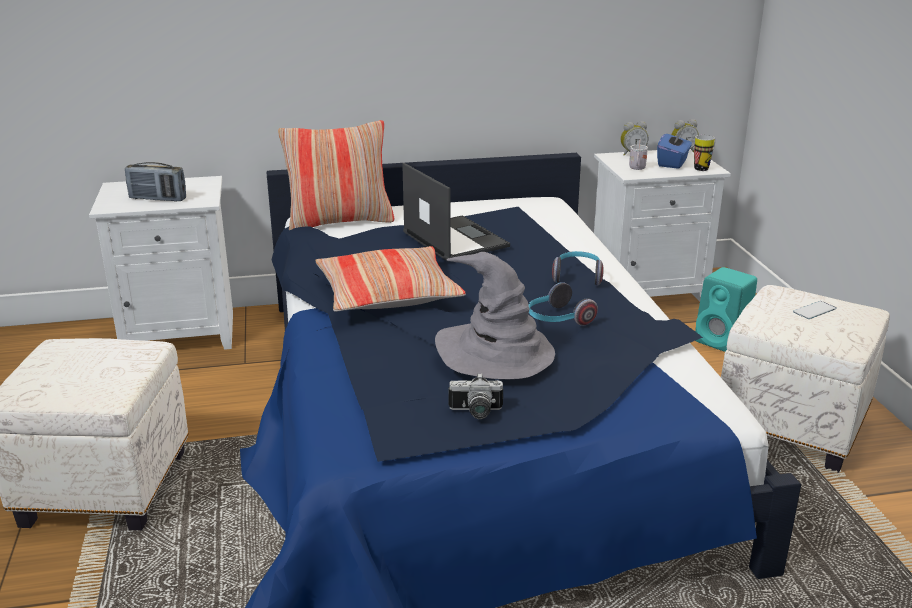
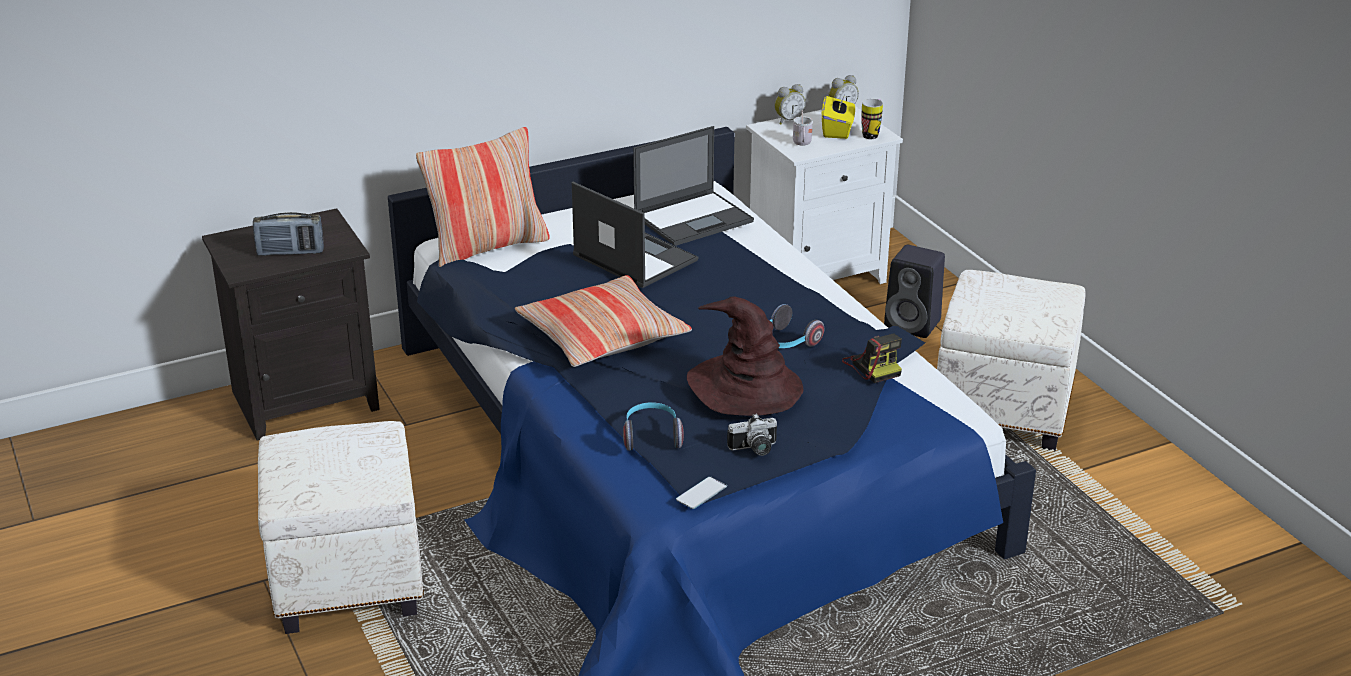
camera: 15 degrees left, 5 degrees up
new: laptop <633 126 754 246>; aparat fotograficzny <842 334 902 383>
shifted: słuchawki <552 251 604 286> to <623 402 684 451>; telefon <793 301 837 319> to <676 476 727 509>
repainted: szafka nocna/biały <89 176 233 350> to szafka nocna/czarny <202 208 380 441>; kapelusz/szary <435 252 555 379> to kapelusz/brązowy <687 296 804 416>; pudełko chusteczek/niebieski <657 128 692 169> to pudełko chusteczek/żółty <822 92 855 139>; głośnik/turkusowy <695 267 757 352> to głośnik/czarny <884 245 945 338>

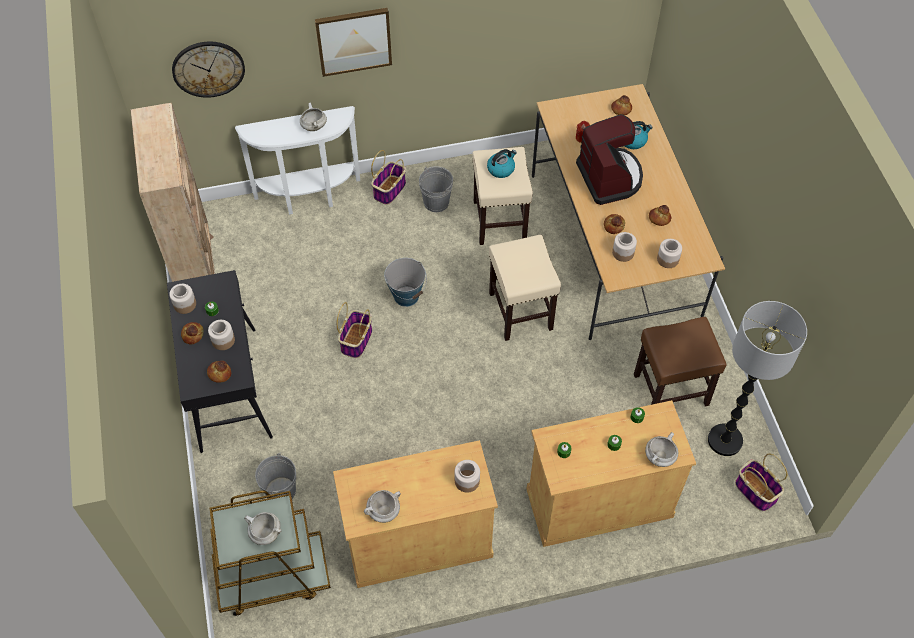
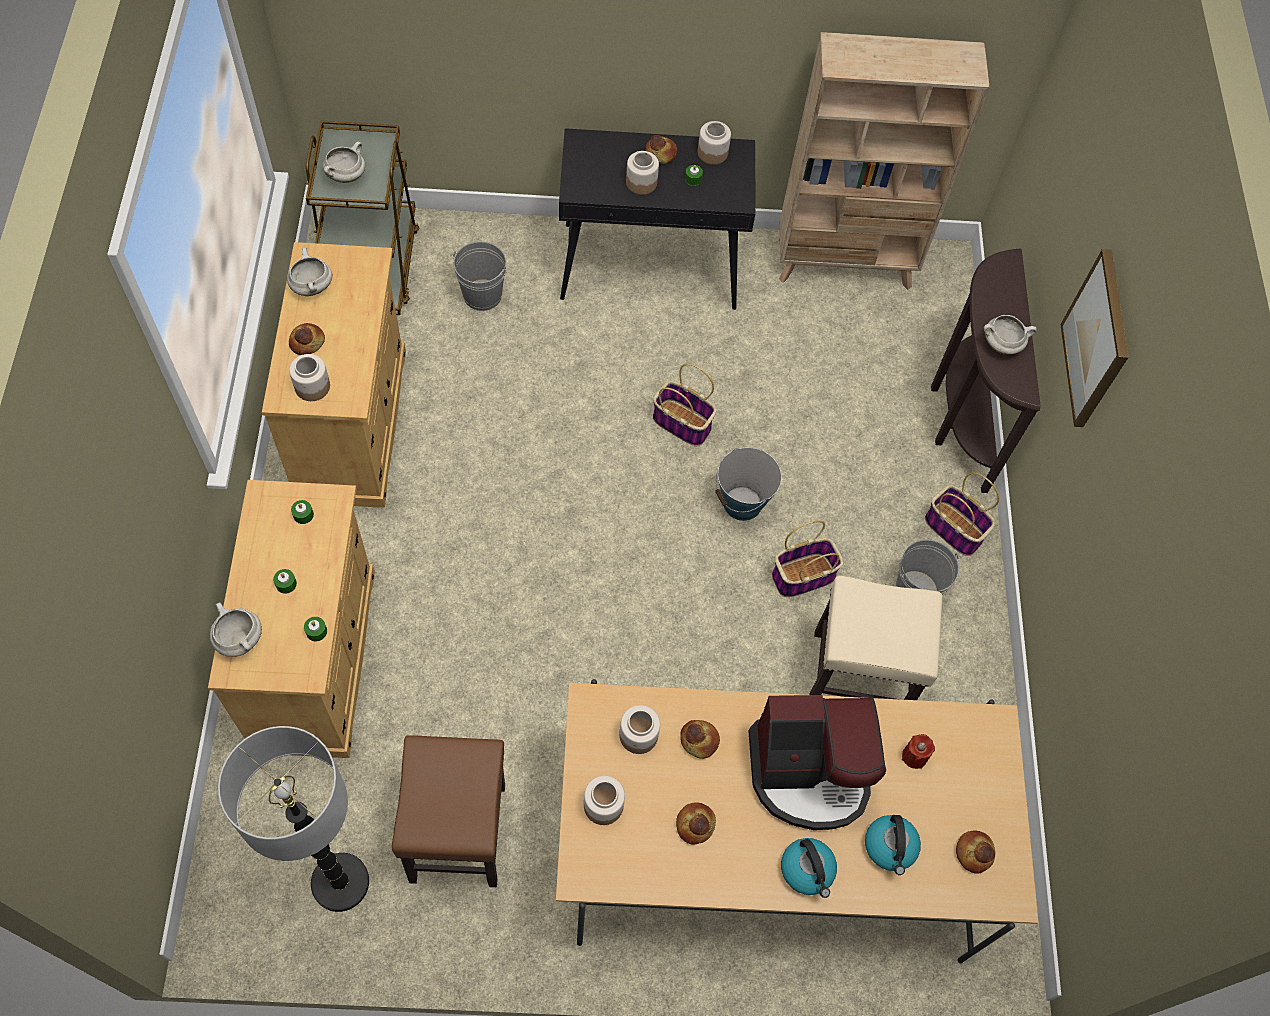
camera: 100 degrees right, 5 degrees up
gone: zegar ścienny <172 42 245 98>; stołek/beżowy <489 235 561 341>
shifted: chleb <207 361 231 383> to <289 323 325 355>; czajnik <487 149 517 178> to <781 838 837 898>; koszyk <735 454 787 511> to <772 520 844 597>
repainted: stolik konsolowy/biały <235 106 360 215> to stolik konsolowy/brązowy <931 249 1041 493>

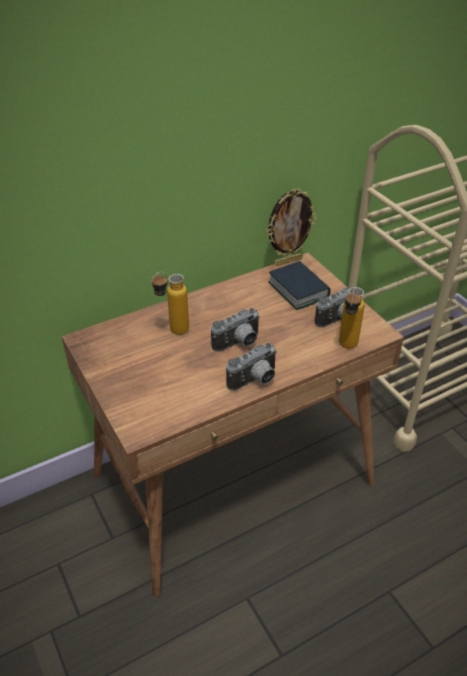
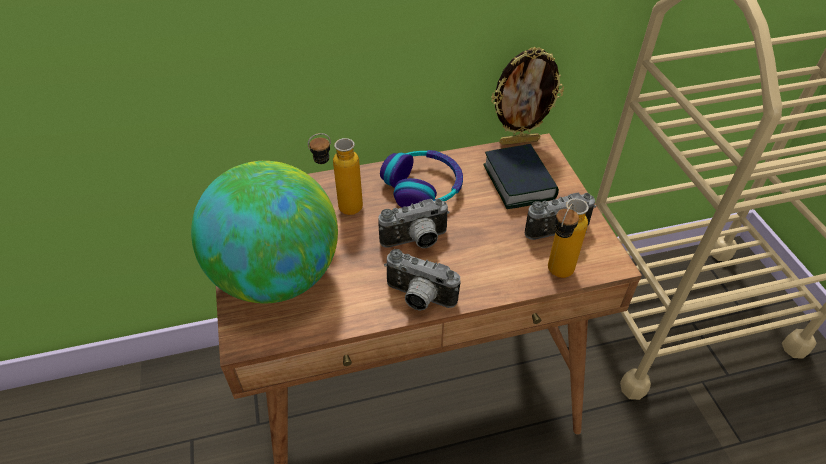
camera: 15 degrees right, 5 degrees up
new: globus <191 161 338 303>; słuchawki <380 150 463 208>
rotated: aparat fotograficzny <226 343 277 391> = <384 249 461 311> 45 degrees clockwise

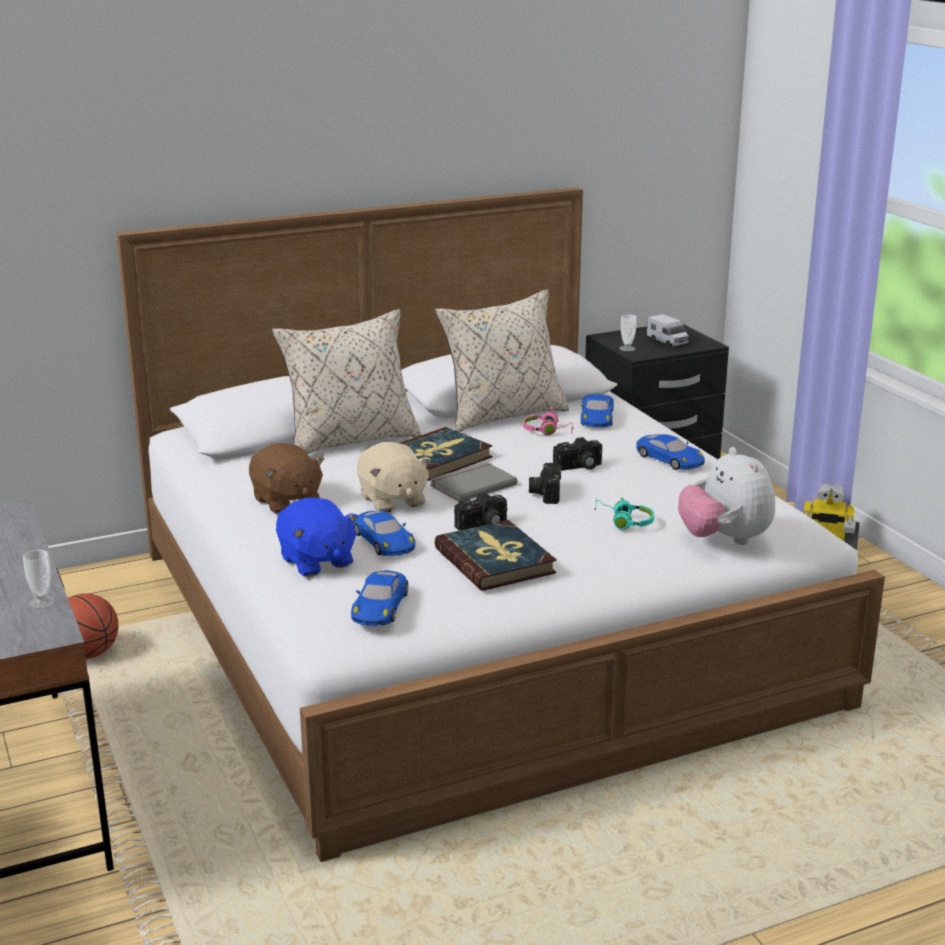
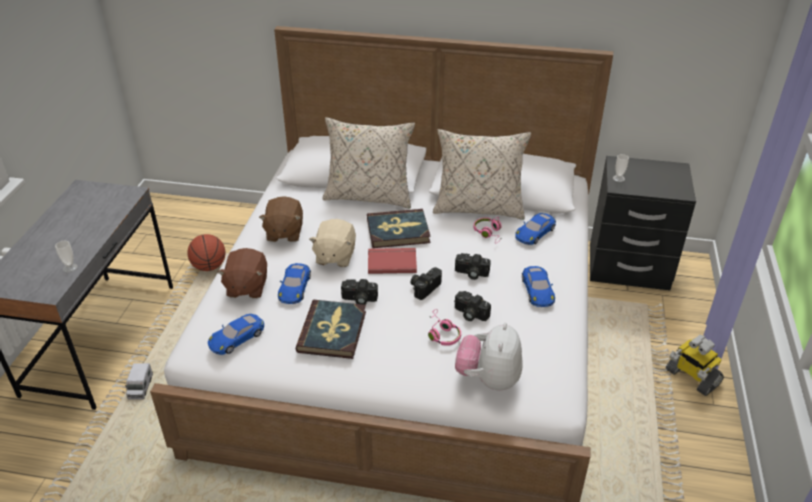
camera: 35 degrees right, 15 degrees up
new: aparat fotograficzny <454 291 491 321>
shifted: ciężarówka zabawkowa <647 314 689 346> to <125 363 153 399>
repainted: pluszak/niebieski <276 497 358 577> to pluszak/brązowy <217 248 267 298>; książka/szary <430 462 517 502> to książka/czerwony <368 248 417 274>; słuchawki/turkusowy <595 497 654 529> to słuchawki/różowy <428 309 461 346>

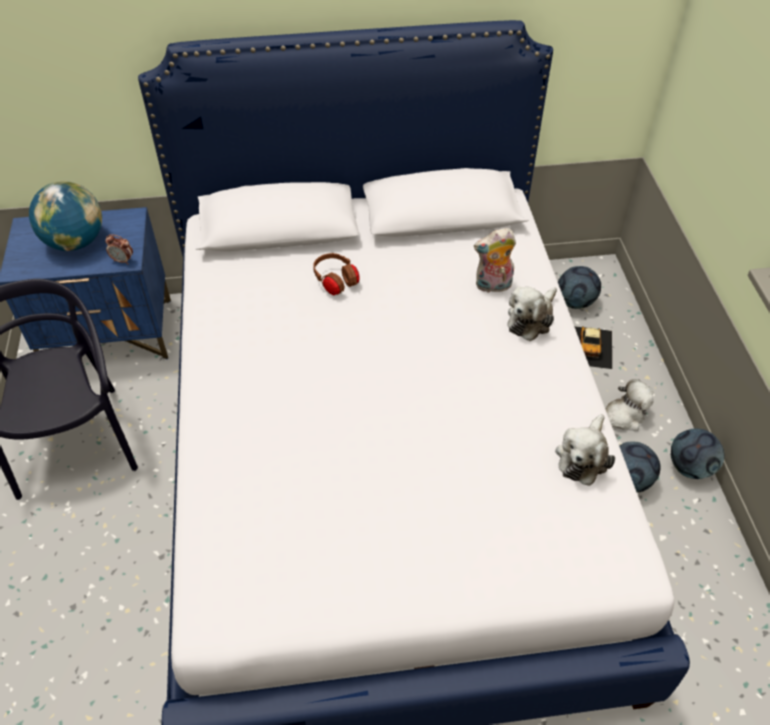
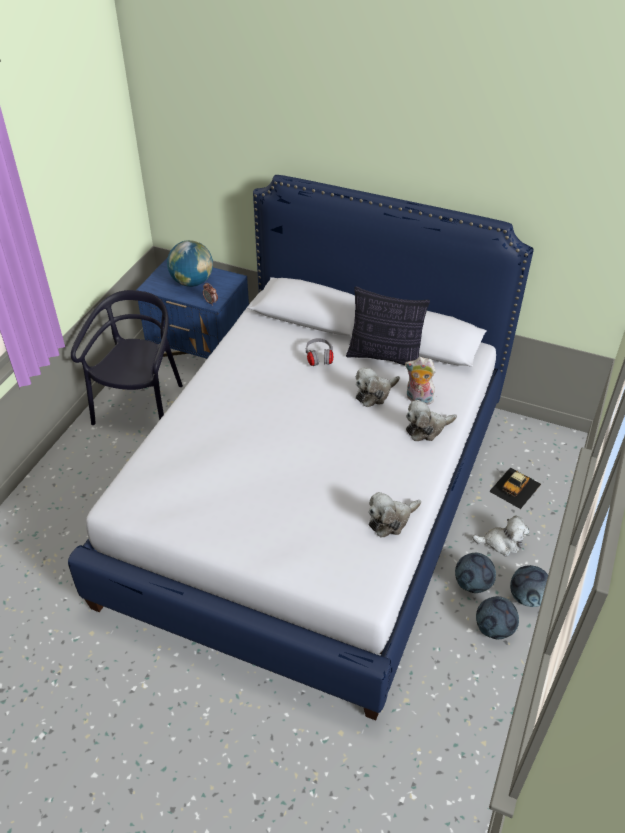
camera: 30 degrees right, 5 degrees down
new: poduszka <346 286 430 365>; pluszak <356 367 400 407>
shifted: piłka futbolowa <558 266 601 309> to <476 596 519 639>
repainted: słuchawki/brązowy <313 253 360 295> to słuchawki/szary <306 338 333 366>

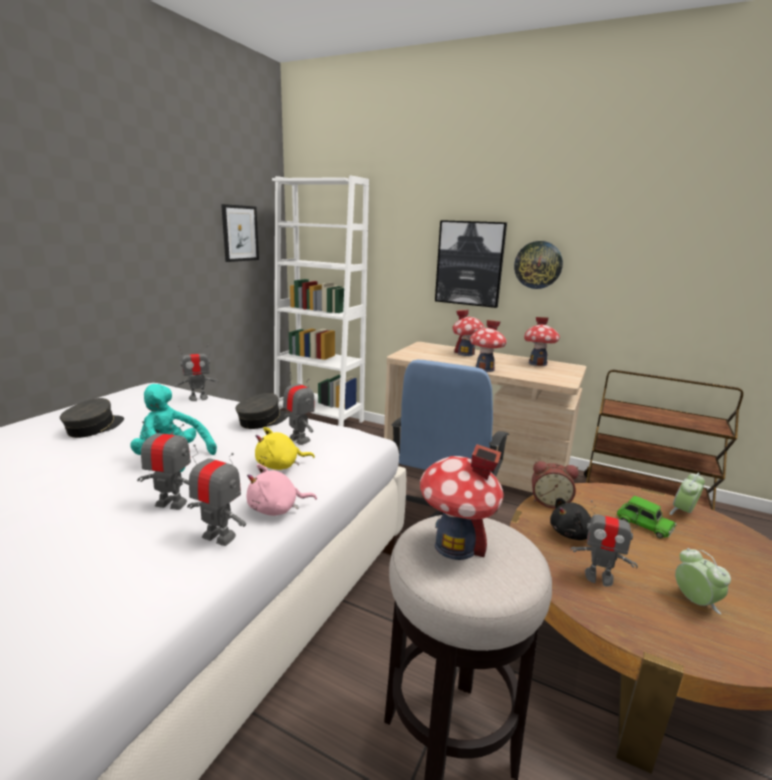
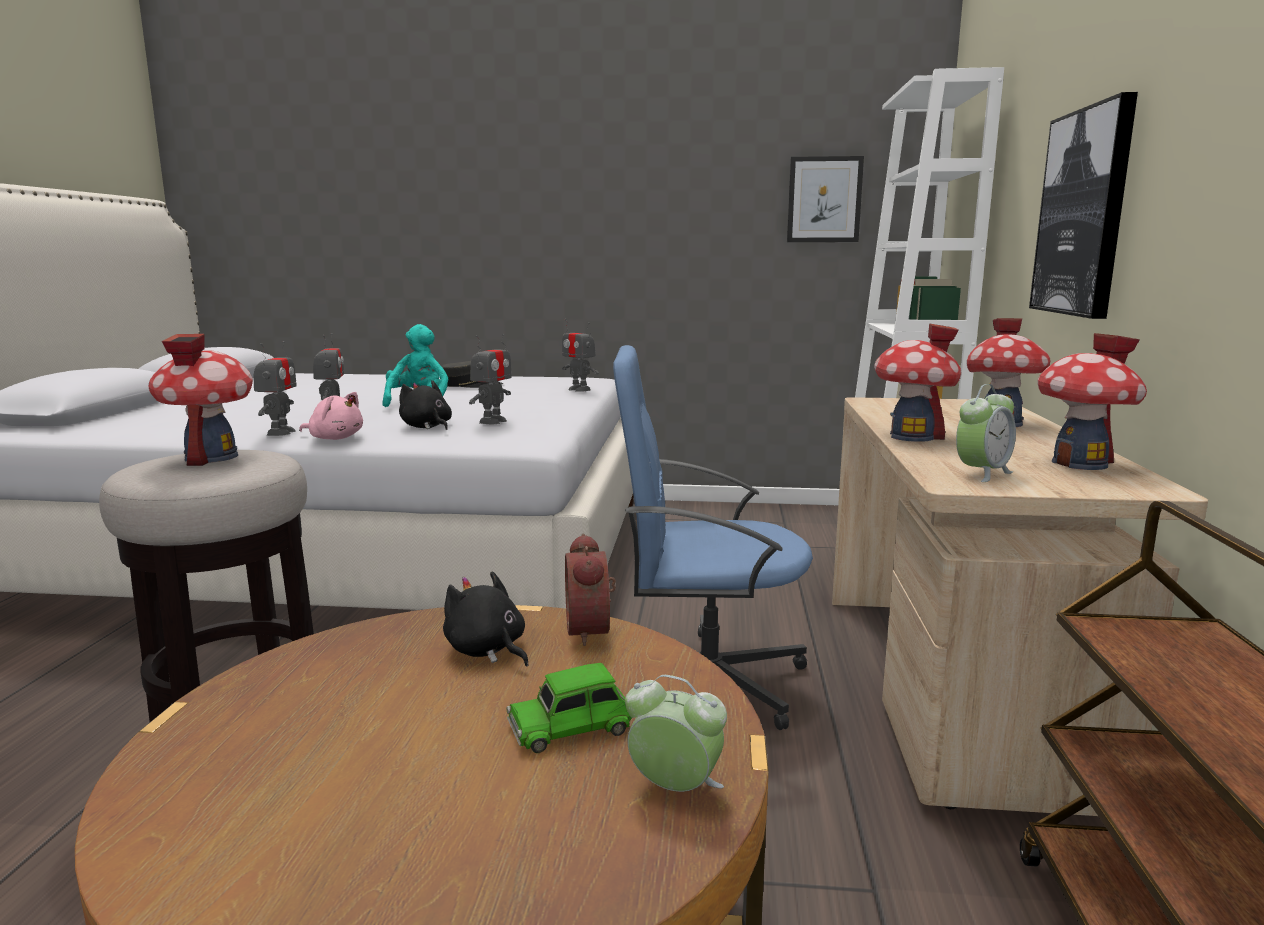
camera: 70 degrees right, 5 degrees down
gone: czapka z daszkiem/szary <236 393 288 429>; zegar ścienny <514 241 563 289>; robot zabawkowy <571 500 639 587>
shifted: budzik <675 548 731 614> to <956 384 1016 482>
repainted: pluszak/żółty <255 427 315 470> to pluszak/czarny <399 380 452 430>
rotated: pluszak/różowy <247 464 317 516> = <299 392 363 440> 150 degrees clockwise; samochodzik/zielony <617 496 677 539> = <506 663 632 753> 45 degrees clockwise

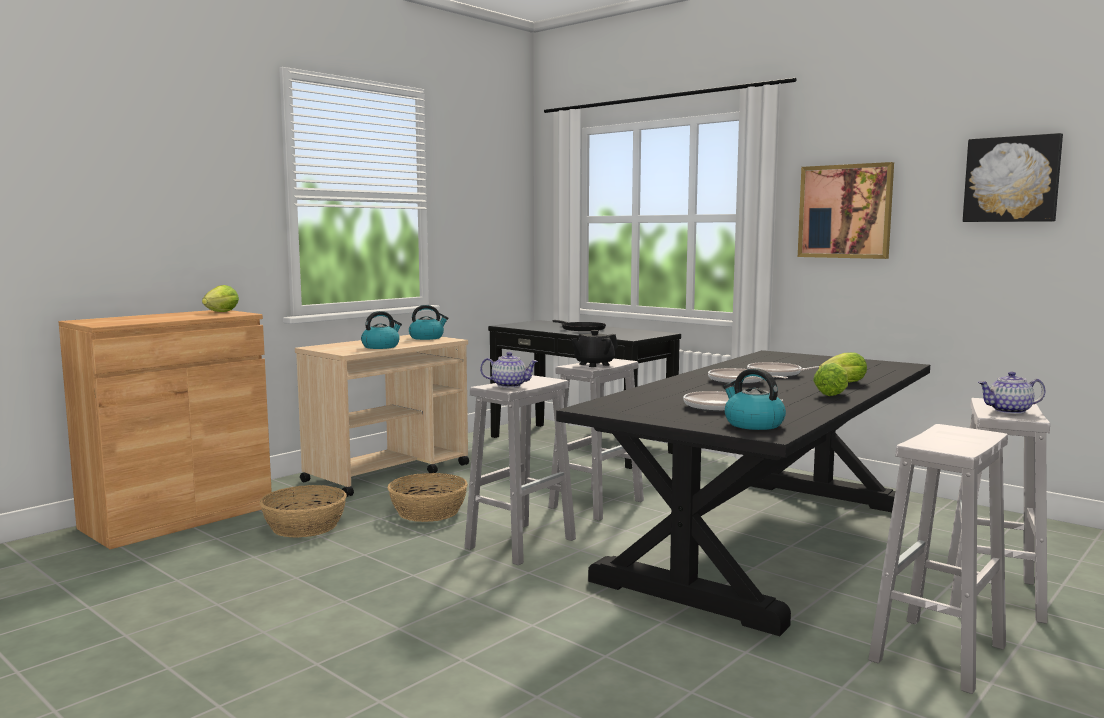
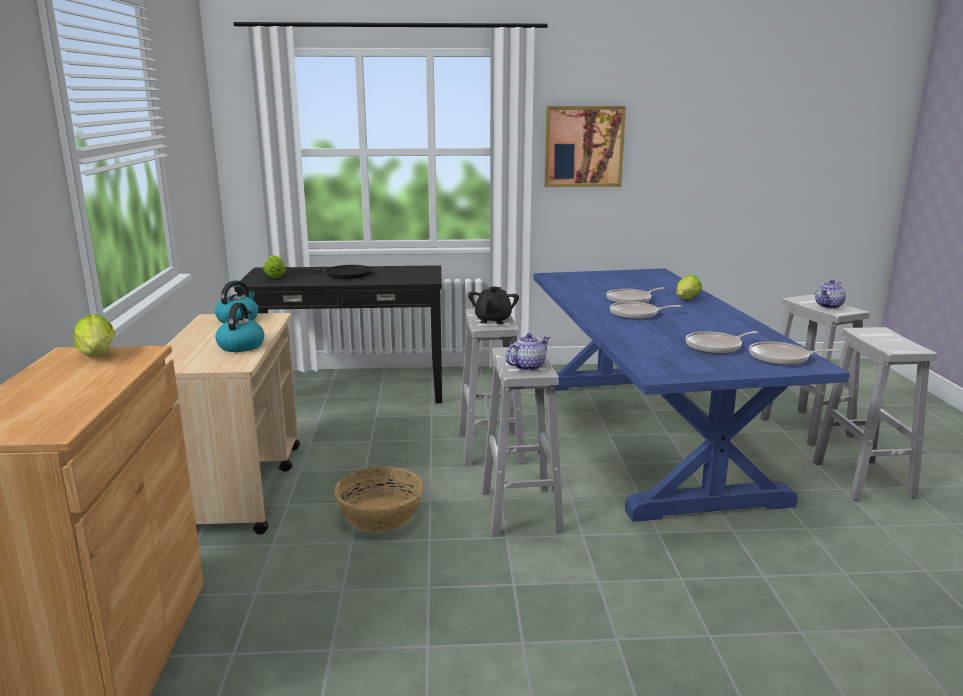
camera: 45 degrees left, 10 degrees up
gone: koszyk <259 485 347 538>; obraz <963 133 1063 222>
shifted: sałata <813 362 848 396> to <263 255 285 278>
swapped: czajnik <723 368 786 430> to patelnia <749 341 839 366>
repainted: stół jadalny/czarny <556 350 930 636> to stół jadalny/niebieski <533 268 850 522>

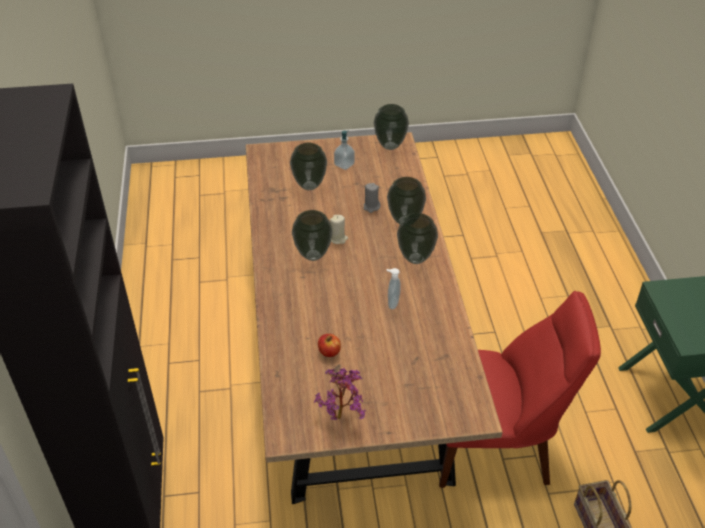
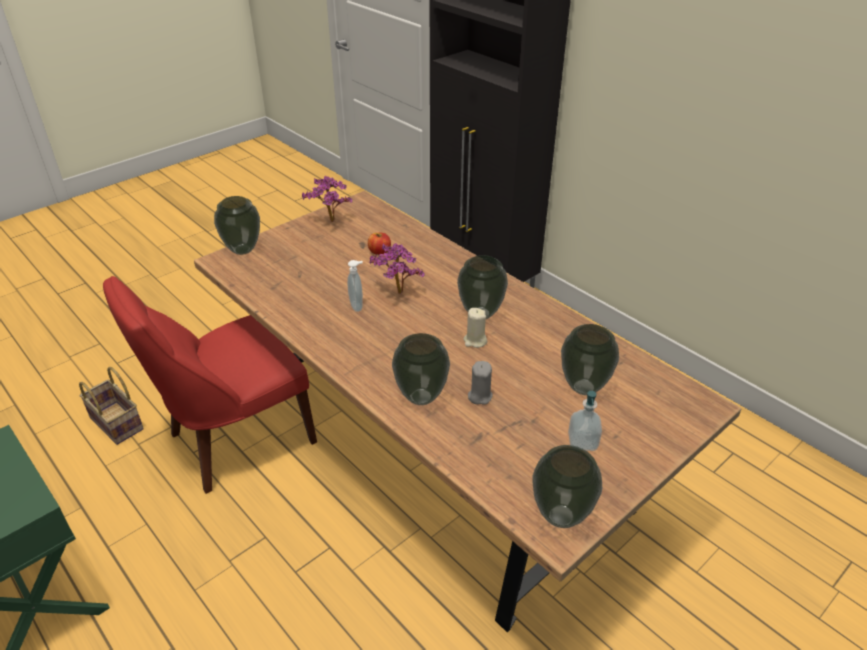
camera: 145 degrees right, 5 degrees down
new: roślina doniczkowa <369 243 424 294>
shifted: wazon <397 213 438 264> to <214 196 260 255>

